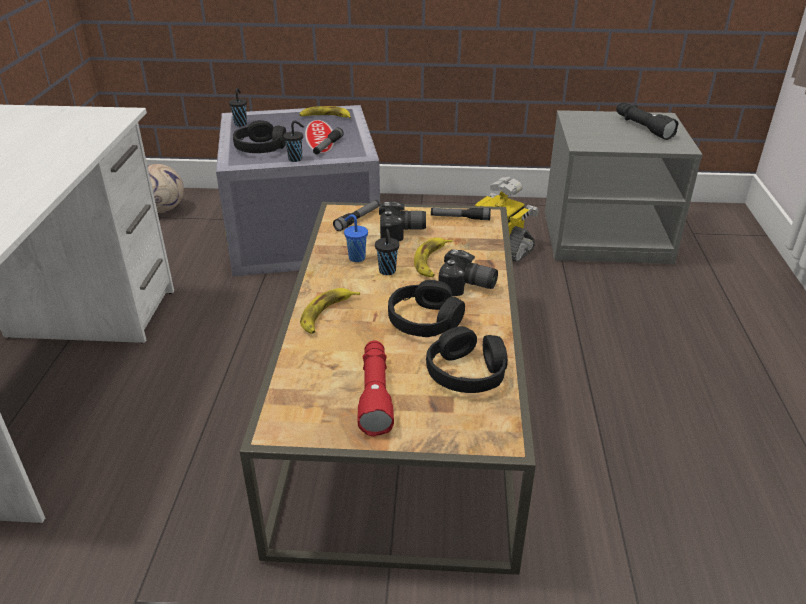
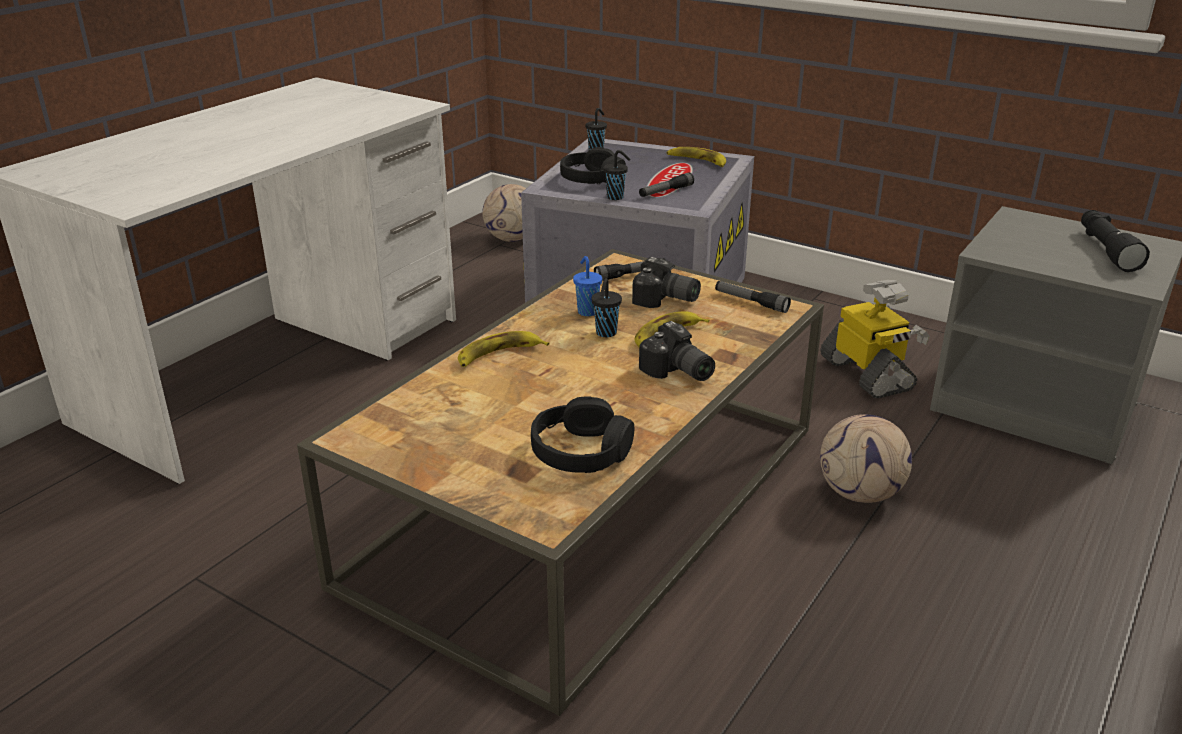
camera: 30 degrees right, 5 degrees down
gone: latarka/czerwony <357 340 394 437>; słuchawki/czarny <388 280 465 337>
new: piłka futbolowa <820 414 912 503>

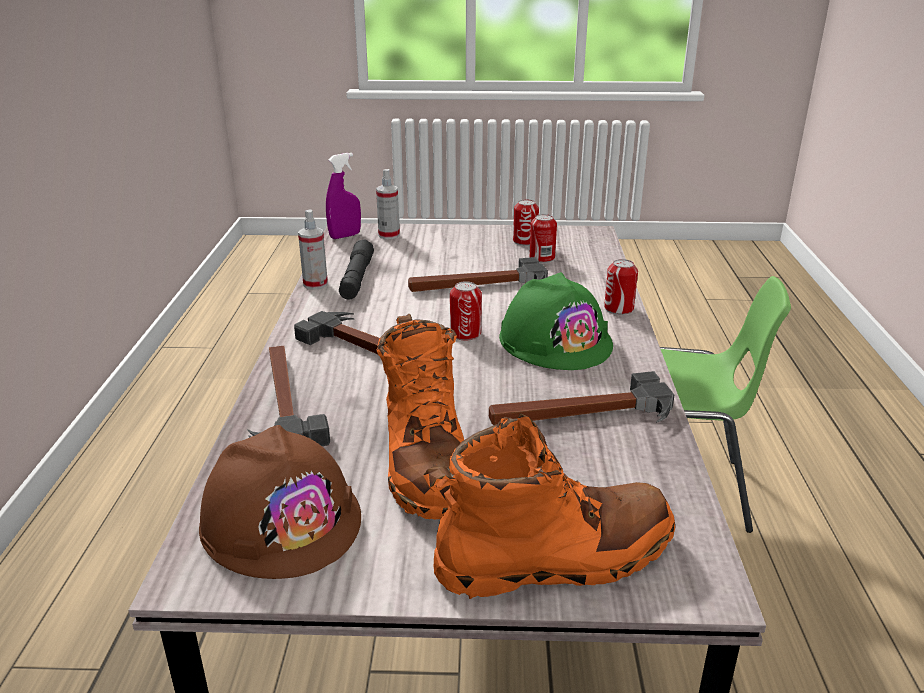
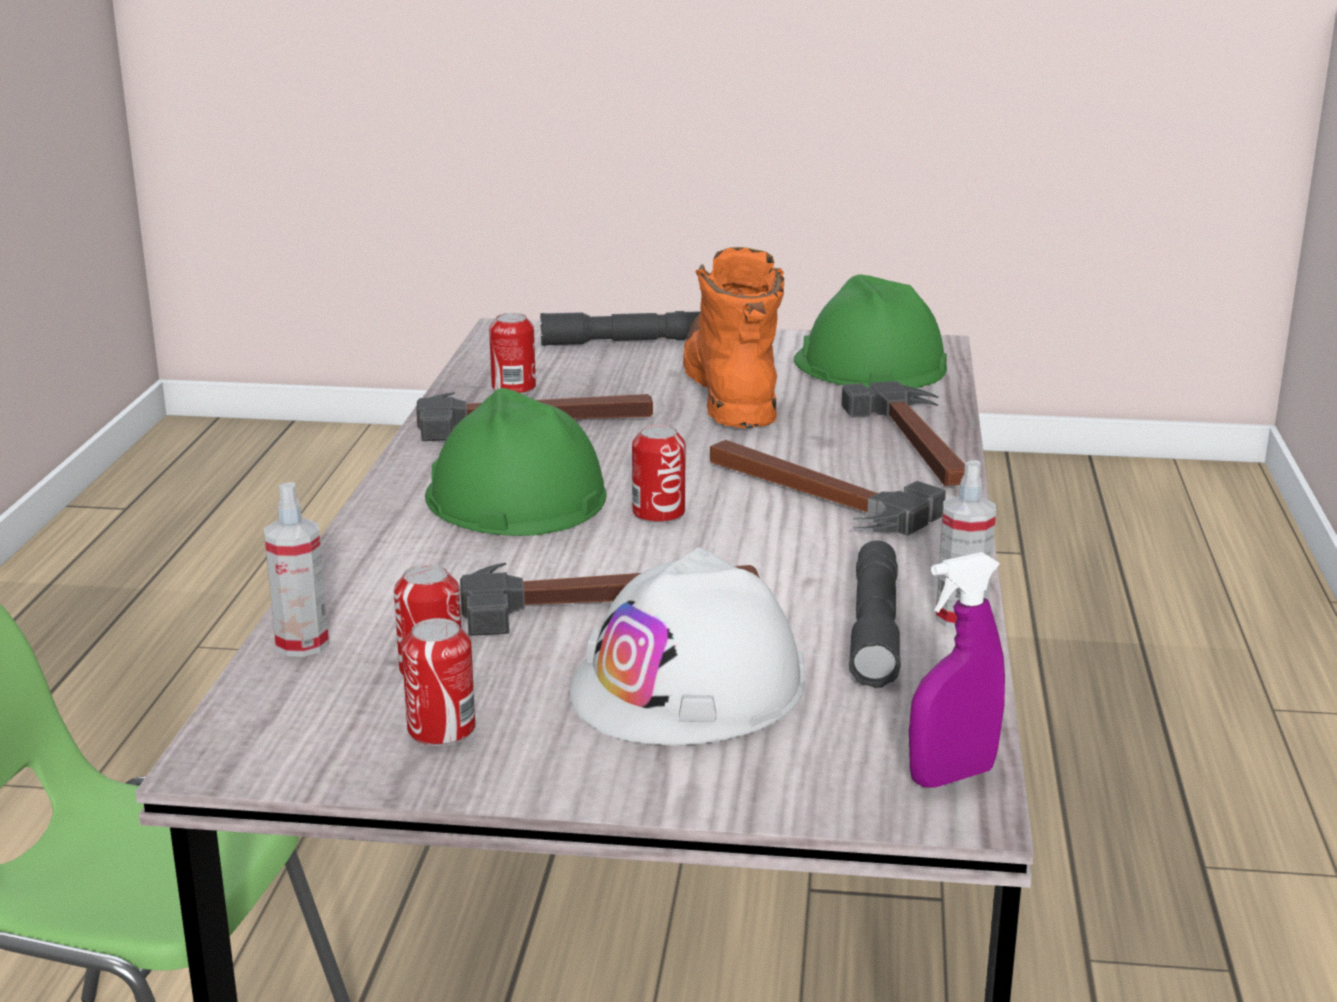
camera: 175 degrees left, 5 degrees down
new: kask/biały <570 547 805 745>
shifted: spryskiwacz <376 169 400 239> to <264 482 329 657>; puszka <604 259 638 315> to <489 313 536 394>
swapped: but z cholewką/pomarańczowy <423 414 675 599> to latarka/szary <540 311 701 346>
repainted: kask/brązowy <199 425 361 579> to kask/zielony <794 274 947 388>

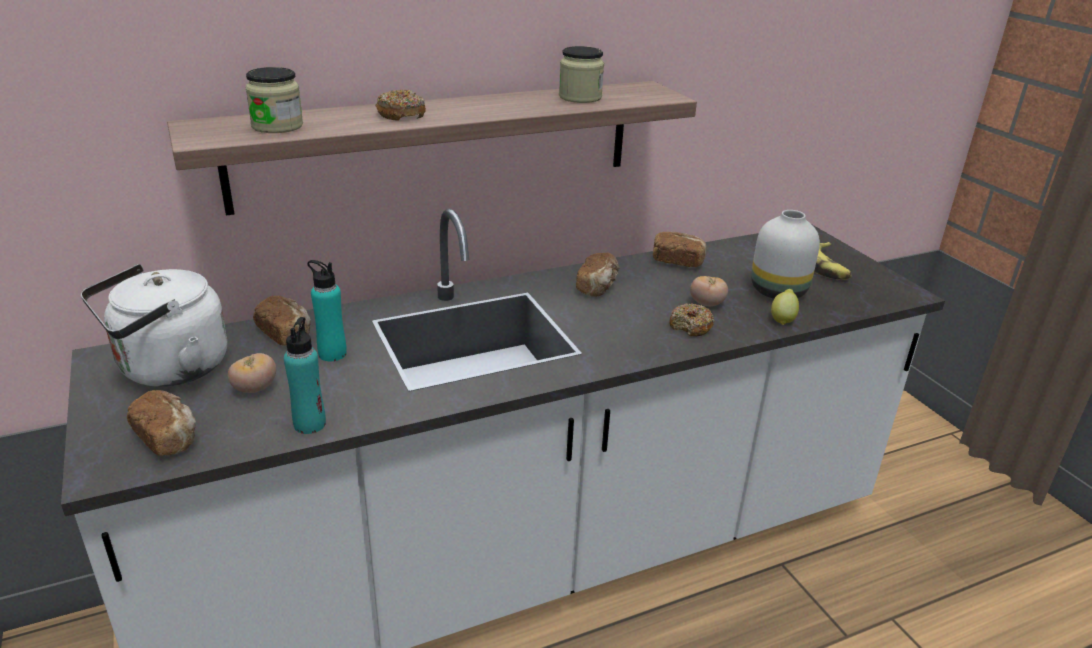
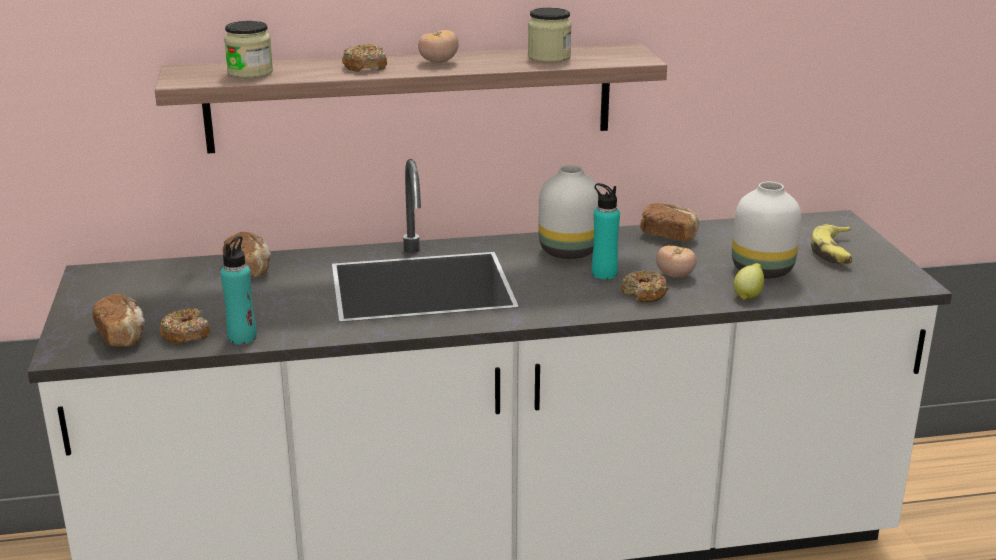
camera: 15 degrees right, 5 degrees down
gone: czajnik/biały <81 264 228 387>
new: donut <159 308 210 345>
shifted: pomidor <228 353 276 393> to <418 30 459 63>; butelka/turkusowy <307 260 347 361> to <592 183 620 279>
swapped: chleb <576 253 620 297> to wazon/biały <539 165 601 259>

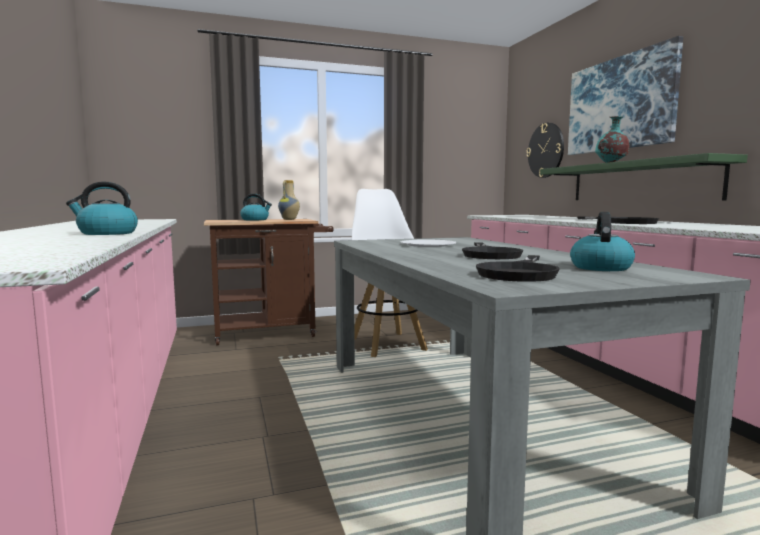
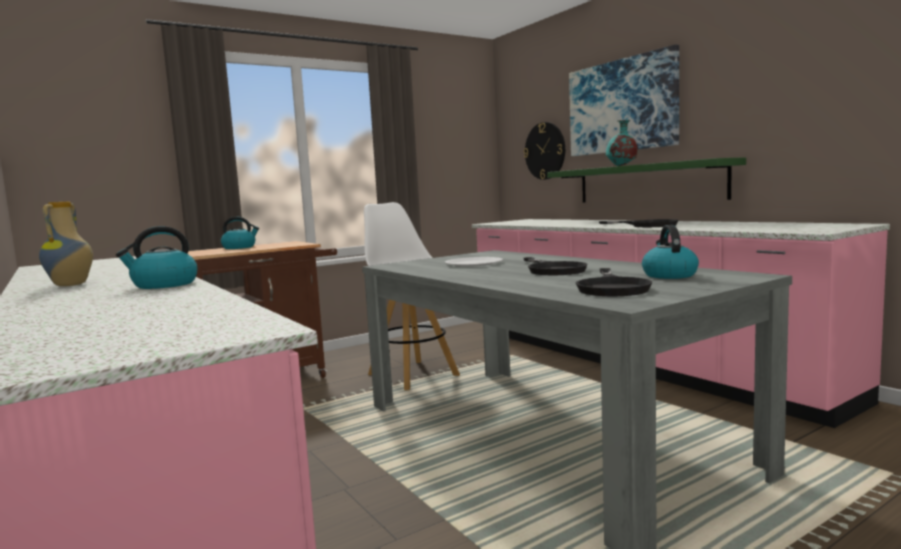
camera: 15 degrees left, 0 degrees up
shifted: wazon <278 180 300 220> to <39 202 93 286>

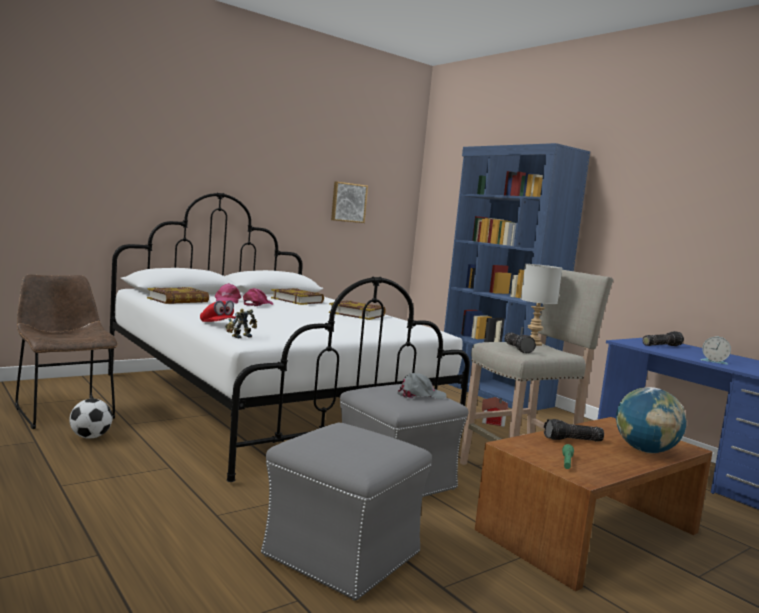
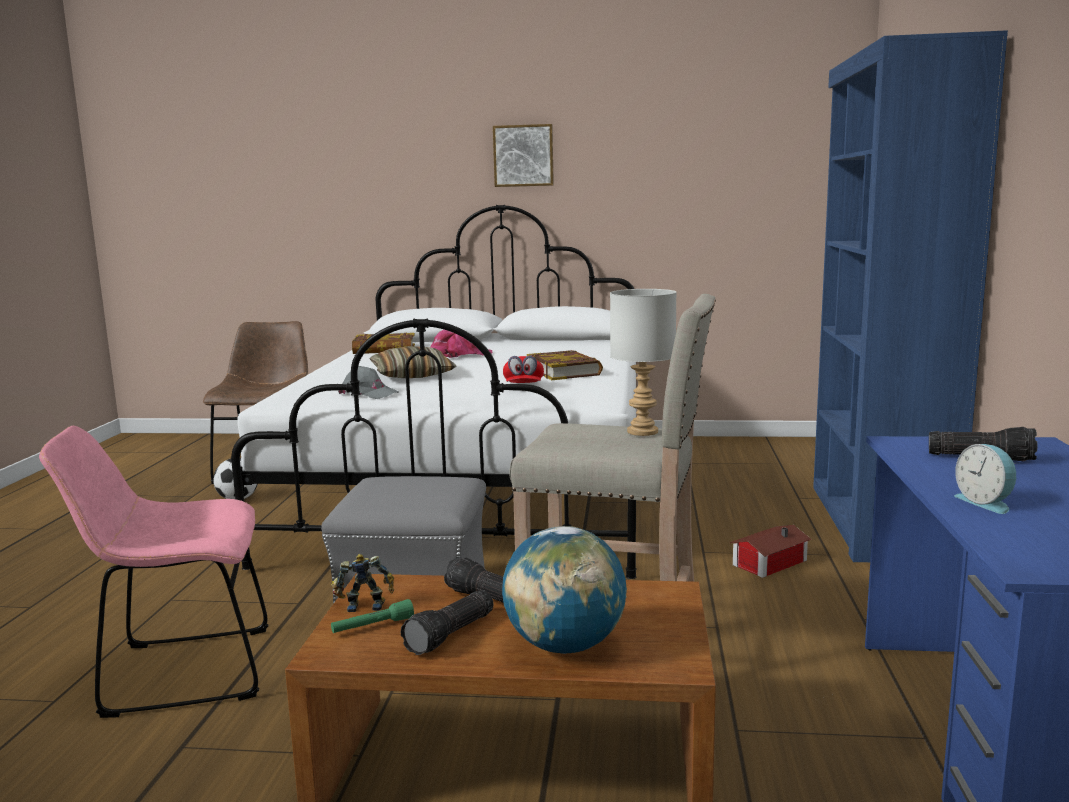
camera: 45 degrees right, 5 degrees up
gone: książka <271 288 324 305>
new: poduszka <370 346 456 378>
shifted: czapka z daszkiem/czerwony <200 300 236 322> to <503 355 544 383>; robot zabawkowy <225 309 257 338> to <331 554 394 612>; obraz <331 181 368 223> to <493 124 554 187>; czapka z daszkiem/szary <398 373 446 400> to <338 366 398 399>; latarka <504 333 536 353> to <401 590 494 655>
swapped: pufa/szary <261 423 432 600> to krzesło/różowy <39 426 268 718>

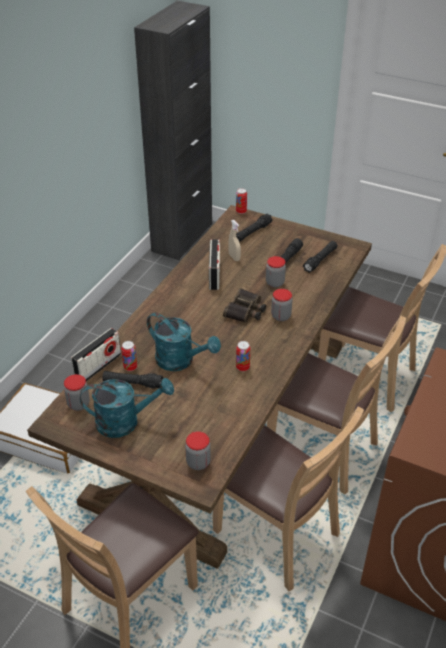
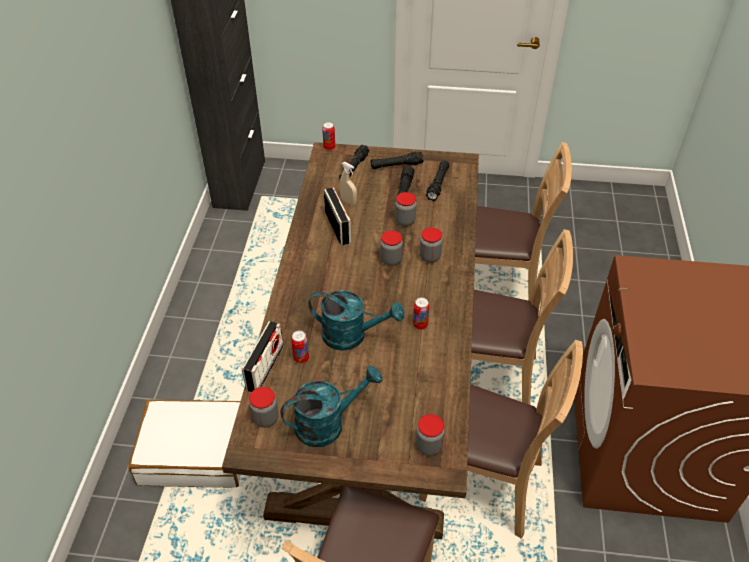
camera: 20 degrees left, 5 degrees up
shifted: latarka/czarny <102 371 164 389> to <371 152 424 169>
swapped: lornetka <223 288 266 323> to słoik <380 230 403 266>

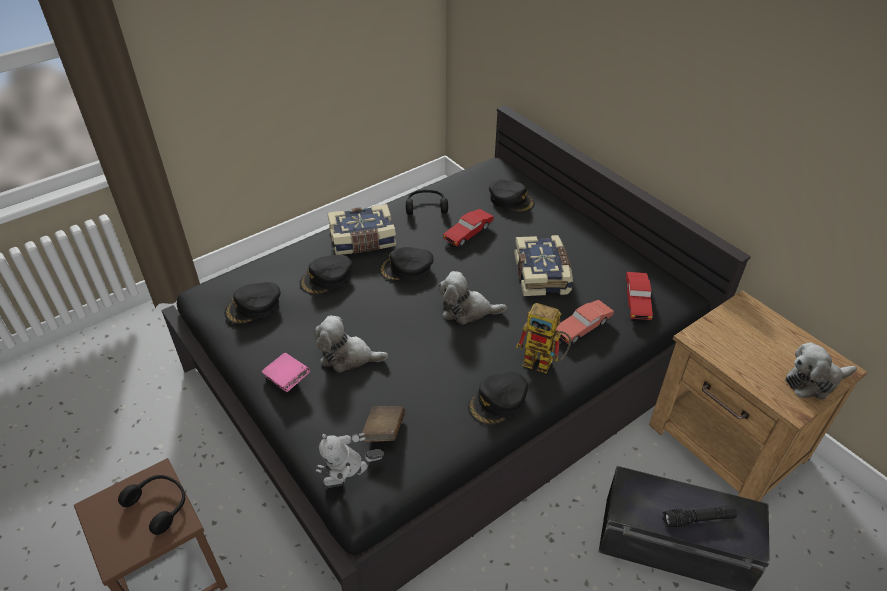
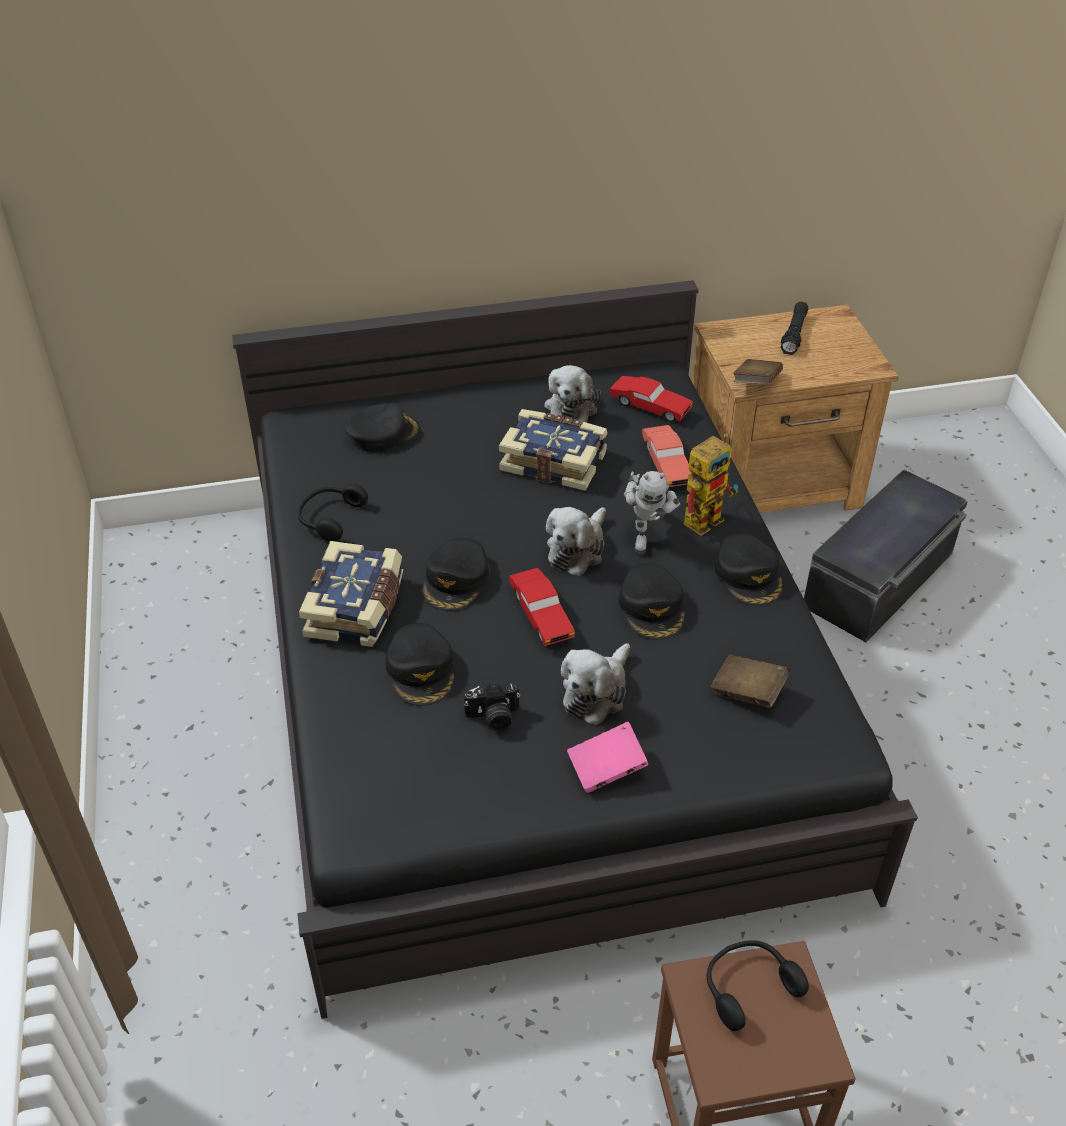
camera: 65 degrees left, 0 degrees up
new: aparat fotograficzny <464 682 520 731>; książka/brązowy <733 359 783 384>
shifted: czapka z daszkiem/czarny <225 282 281 324> to <619 563 685 640>; robot zabawkowy <316 433 384 488> to <624 471 681 554>; samochodzik/czerwony <443 209 494 246> to <509 568 575 646>; latarka/czarny <663 505 737 527> to <781 302 808 355>; pluszak <785 342 857 400> to <545 365 601 423>

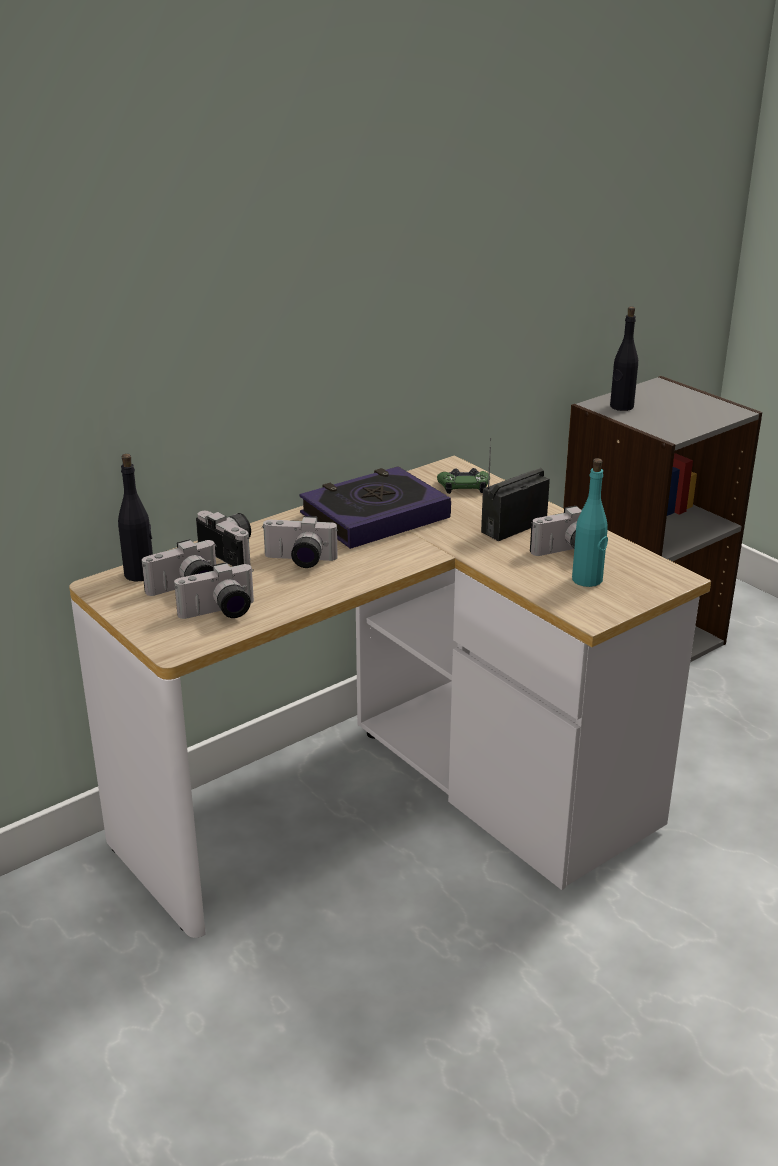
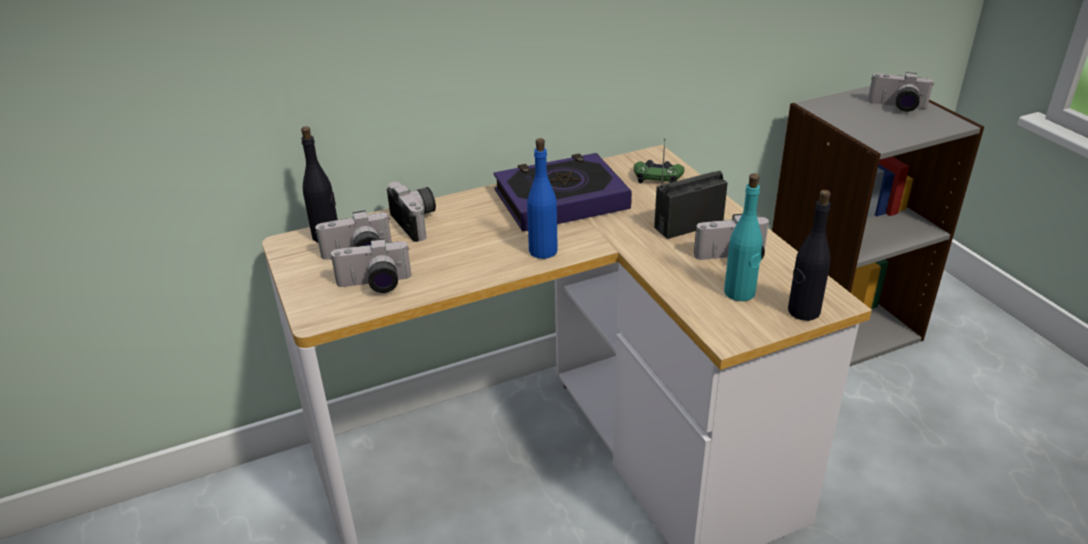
camera: 15 degrees right, 5 degrees up
new: butelka/niebieski <527 138 558 259>
shifted: aparat fotograficzny <262 516 338 568> to <868 72 934 112>; butelka/czarny <610 307 638 411> to <788 190 831 321>

